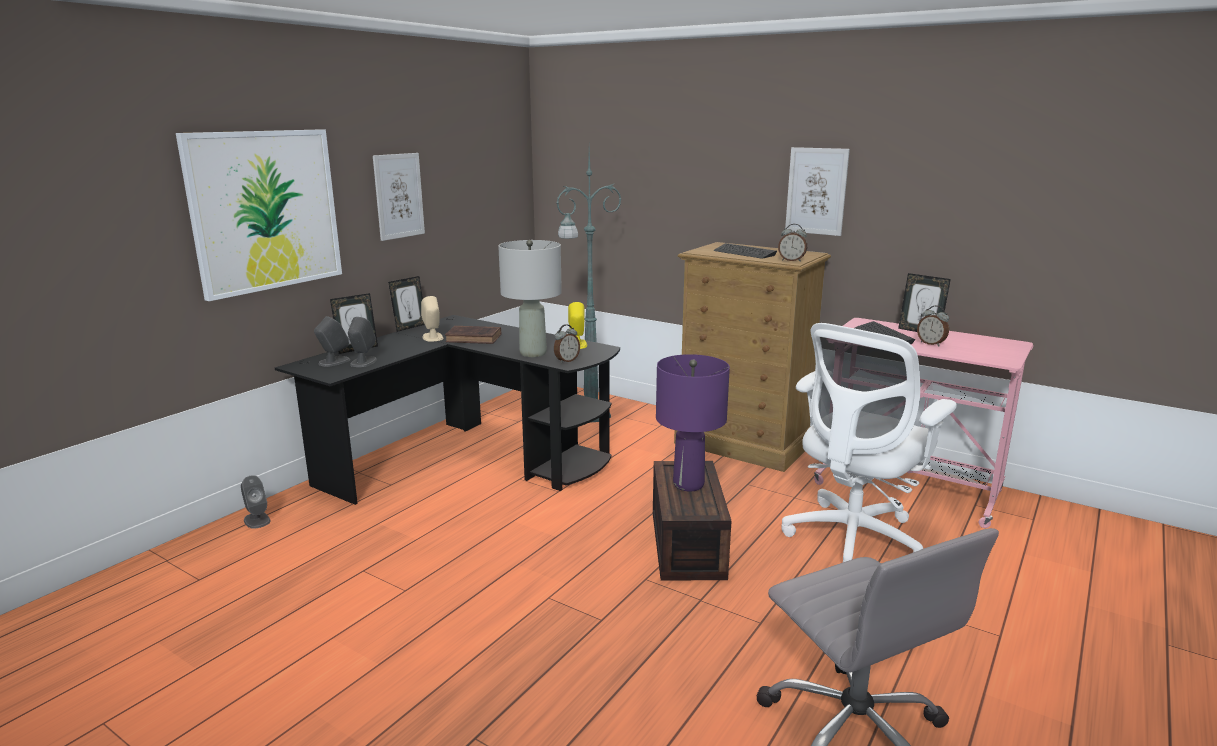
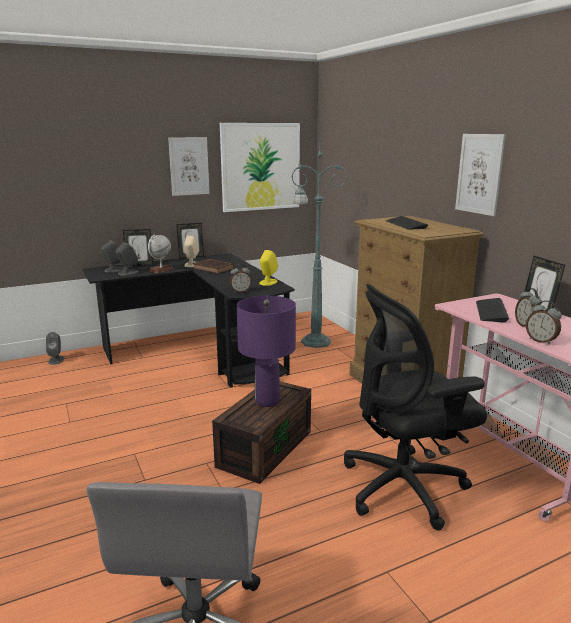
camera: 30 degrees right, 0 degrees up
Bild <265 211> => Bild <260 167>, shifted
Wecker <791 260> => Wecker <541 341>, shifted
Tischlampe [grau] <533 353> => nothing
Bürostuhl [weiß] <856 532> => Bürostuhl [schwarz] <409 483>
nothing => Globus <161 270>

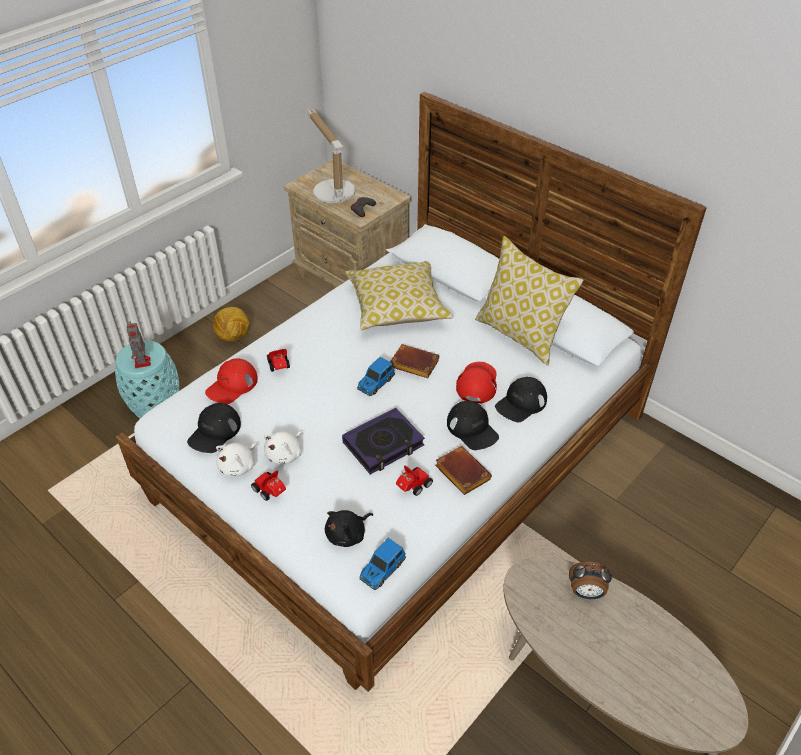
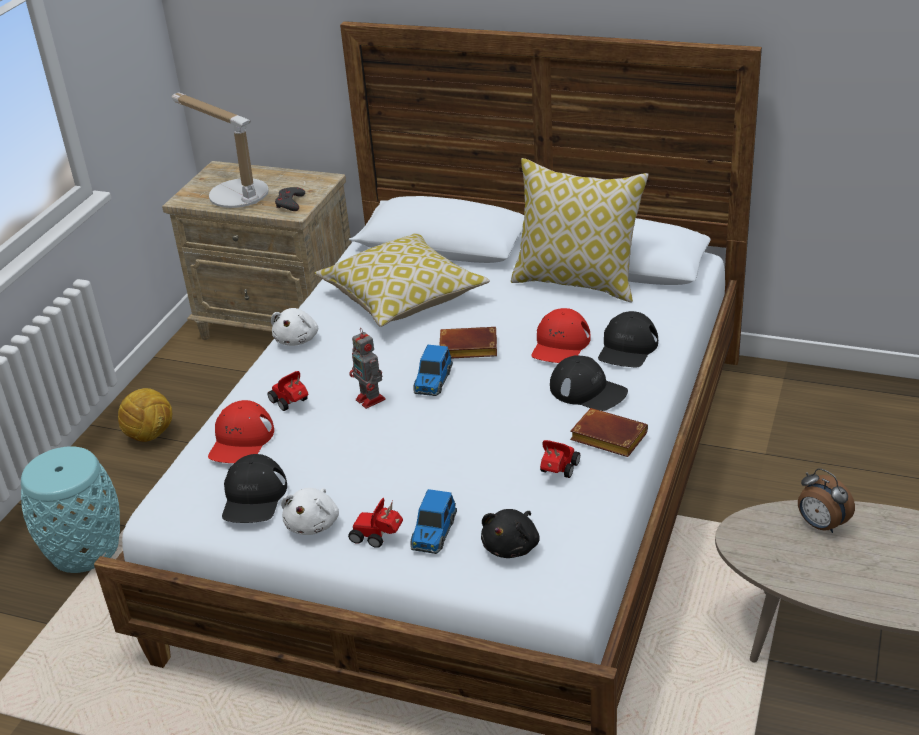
camera: 20 degrees left, 10 degrees down
Spielzeugroboter <142 363> => Spielzeugroboter <371 400>, shifted
Kappe [rot] <477 383> => Kappe [rot] <560 344>, 150 degrees counterclockwise
Buch <383 444> => nothing
Plüschtier [weiß] <285 454> => Plüschtier [weiß] <297 339>, shifted
Spielzeugauto <382 570> => Spielzeugauto <433 533>, shifted
Wecker <586 593> => Wecker <820 525>, 60 degrees clockwise

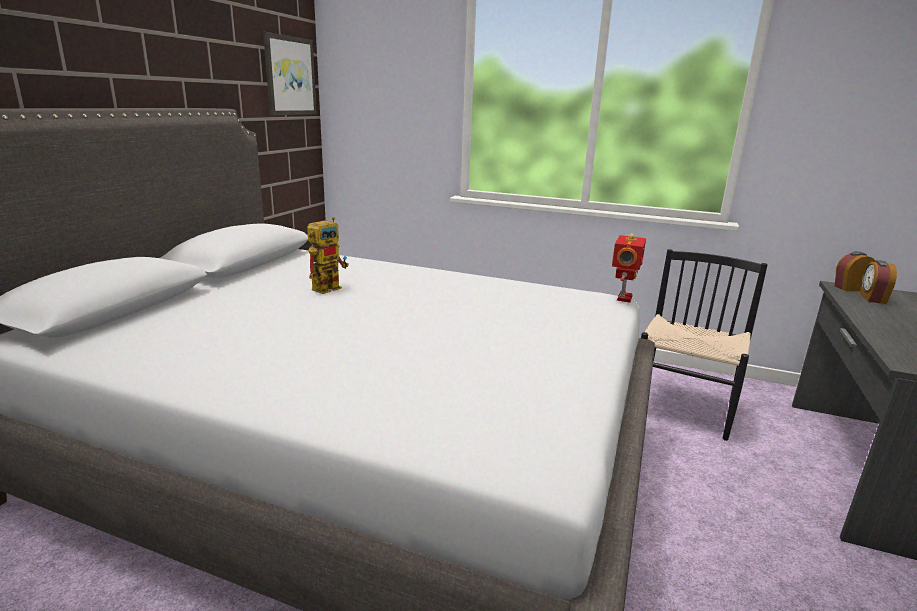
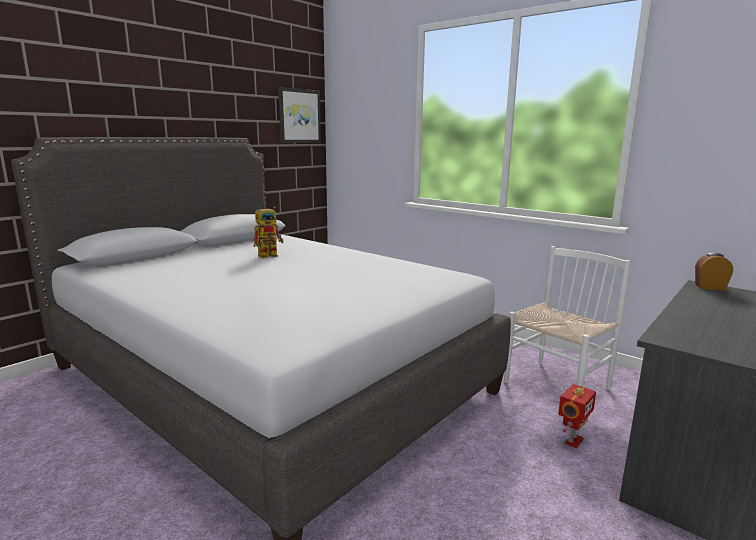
camera: 20 degrees right, 5 degrees down
Spielzeugroboter <622 298> => Spielzeugroboter <572 441>, shifted
Stuhl [schwarz] <683 406> => Stuhl [weiß] <559 384>
Wecker <872 299> => nothing

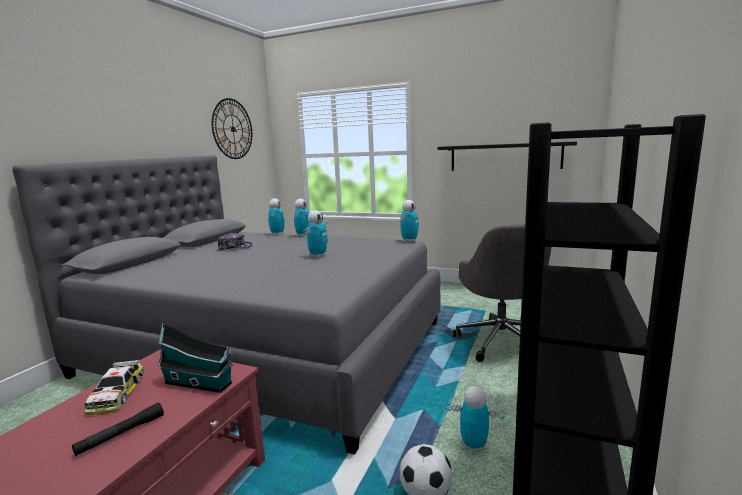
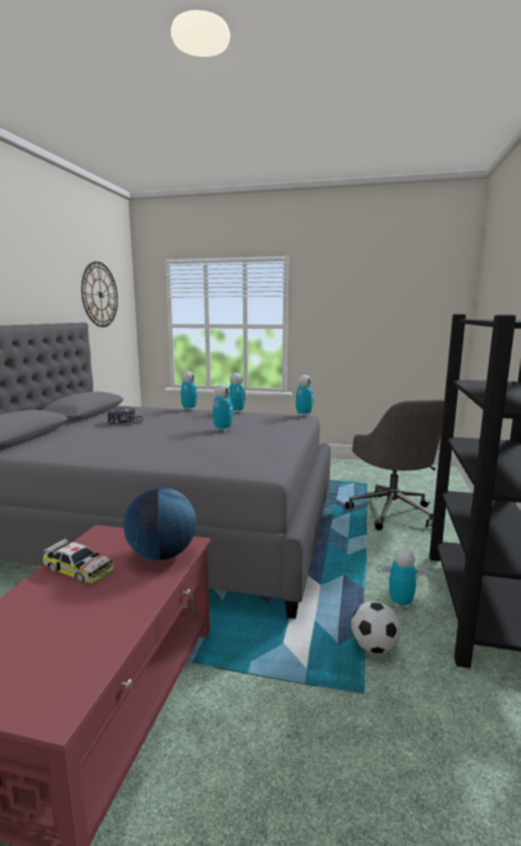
camera: 10 degrees left, 0 degrees up
Wandregal [schwarz] <505 157> => nothing
Spielzeugroboter <277 234> => Spielzeugroboter <236 412>, shifted
Spielzeughaus <200 383> => Globus <162 555>
Spielzeugauto <116 394> => Spielzeugauto <79 569>, 45 degrees counterclockwise
Taschenlampe [schwarz] <121 434> => nothing

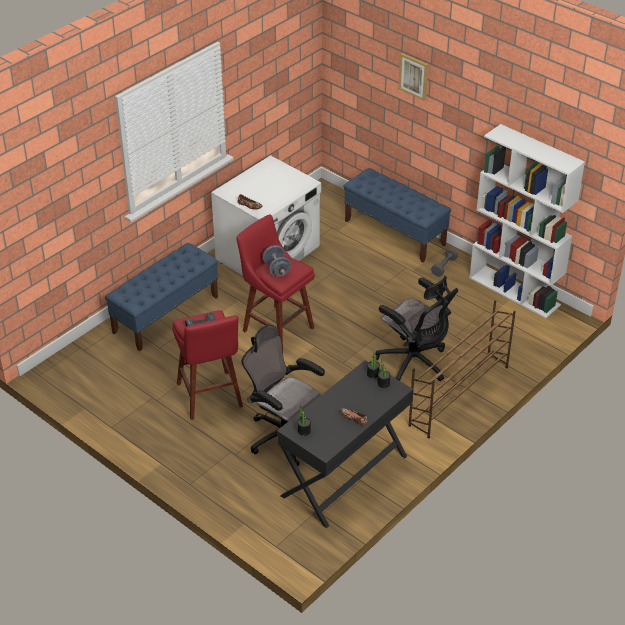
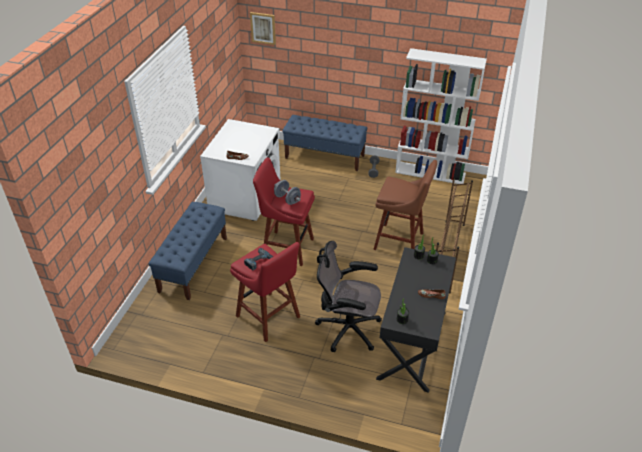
camera: 25 degrees left, 0 degrees up
Bild <414 76> => Bild <263 28>, shifted
Bürostuhl <413 362> => Hocker [braun] <400 242>

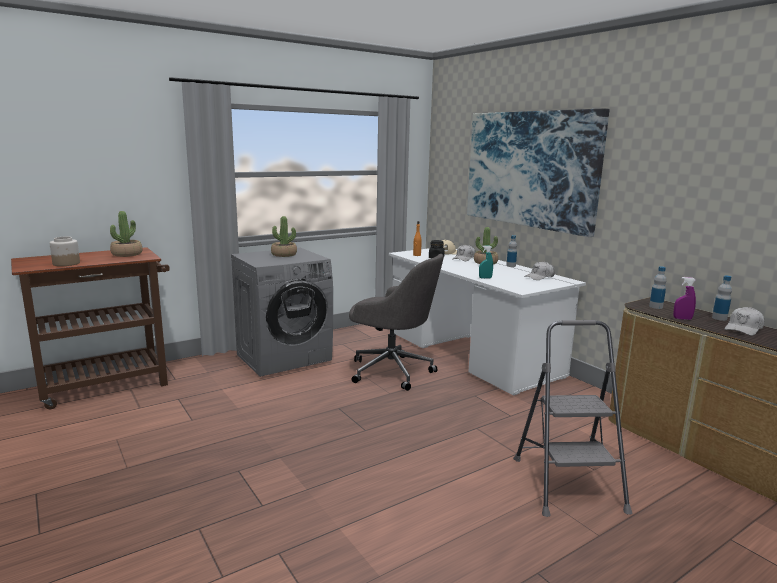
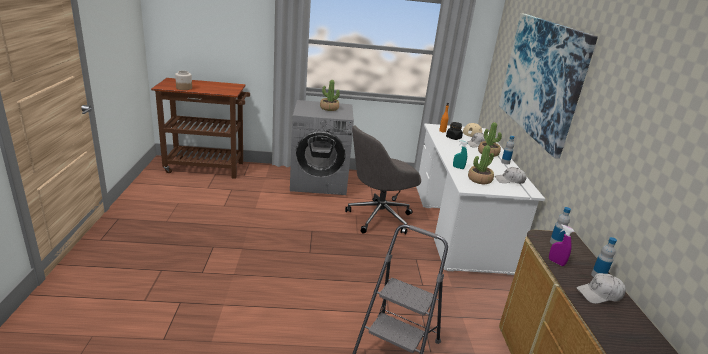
camera: 30 degrees right, 10 degrees up
Topfpflanze <127 254> => Topfpflanze <479 179>, shifted
Bürostuhl [grau] <392 372> => Bürostuhl [grau] <379 218>, 90 degrees clockwise

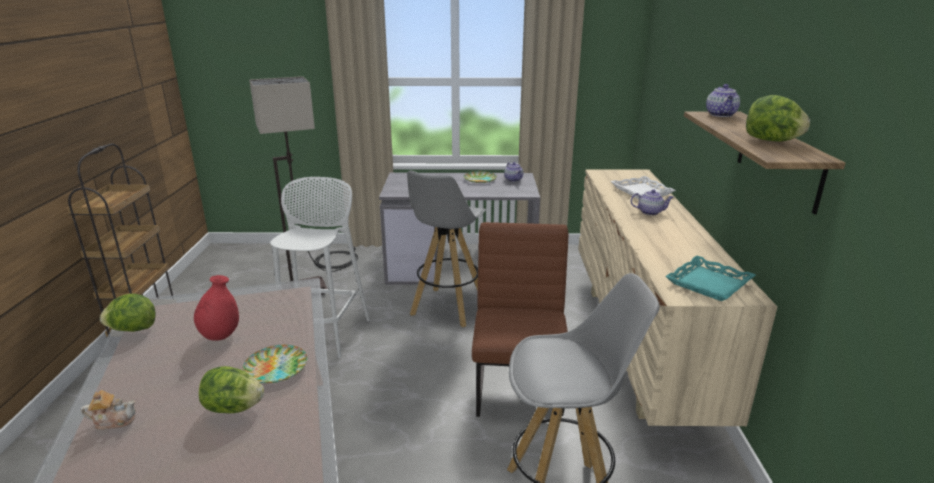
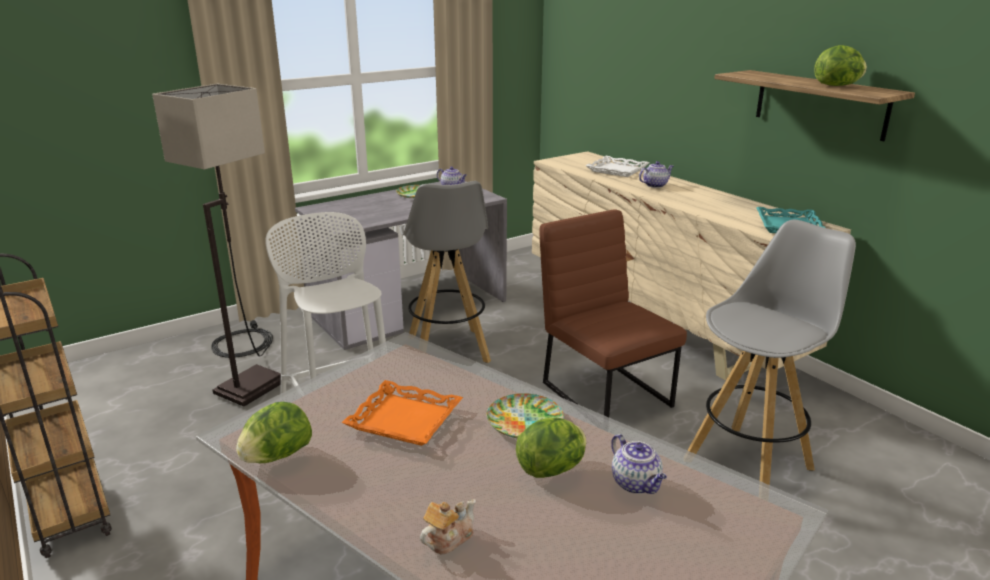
camera: 35 degrees left, 0 degrees up
Teekanne <721 115> => Teekanne <636 484>, shifted
Vase [rot] <220 335> => Tablett [orange] <405 419>

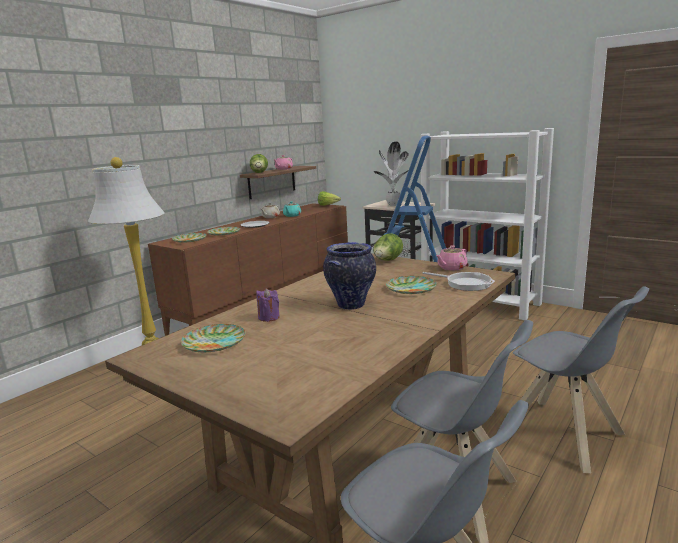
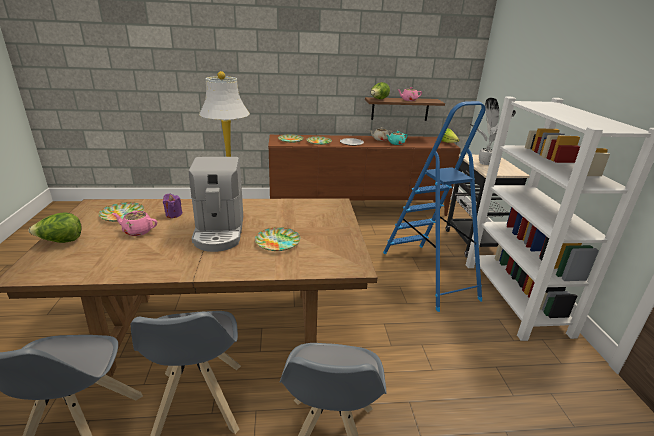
camera: 45 degrees right, 10 degrees up
Salatkopf <387 261> => Salatkopf <61 241>, shifted
Vase <351 305> => Kaffeemaschine <219 232>
Teekanne [rosa] <451 268> => Teekanne [rosa] <137 231>, shifted
Pfanne <465 284> => nothing

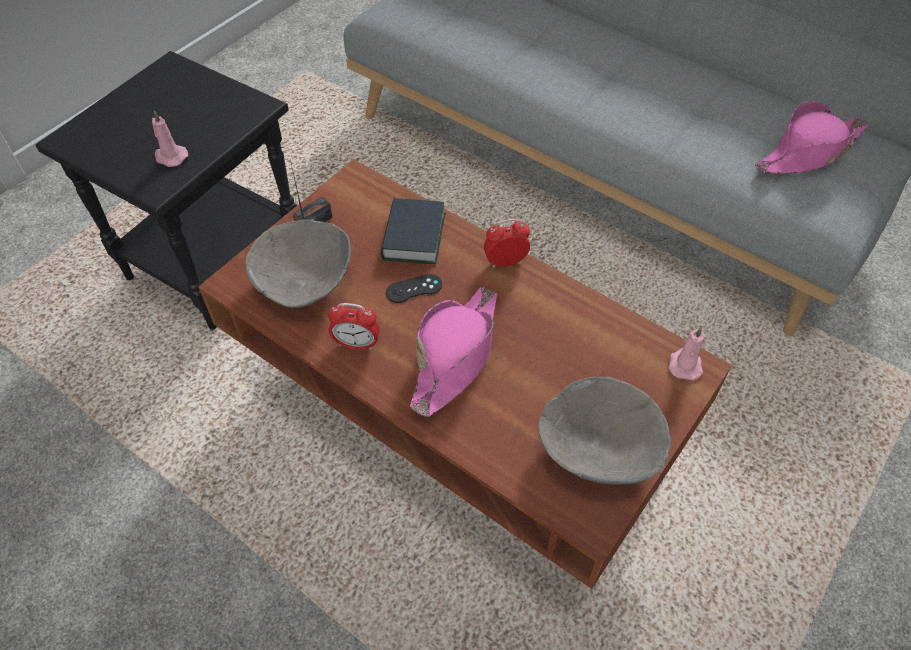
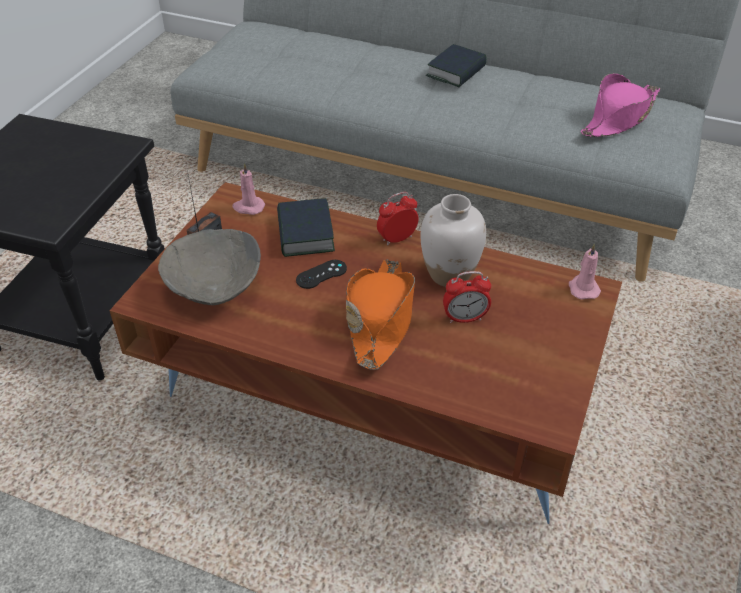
camera: 15 degrees left, 10 degrees down
Kerze [rosa] <170 157> => Kerze [rosa] <248 207>, shifted
Hut [rosa] <456 355> => Hut [orange] <380 319>
Wecker <357 344> => Wecker <465 318>, shifted
Schüssel [grau] <598 450> => nothing
nothing => Buch <456 71>
nothing => Vase [weiß] <449 274>

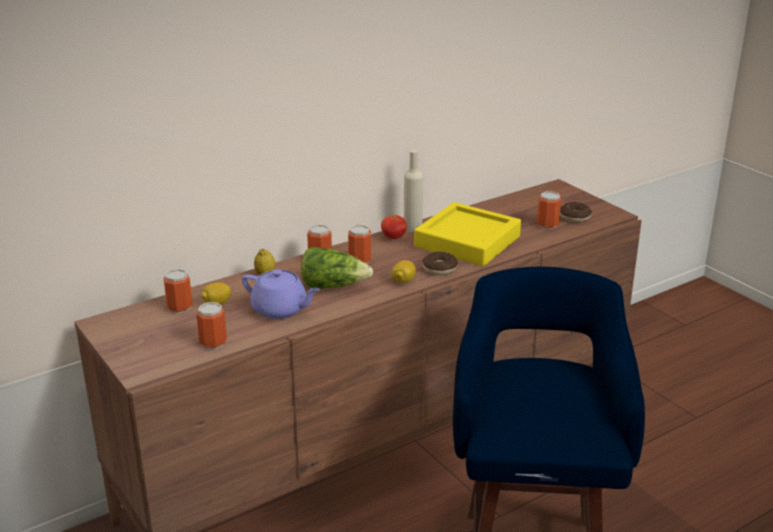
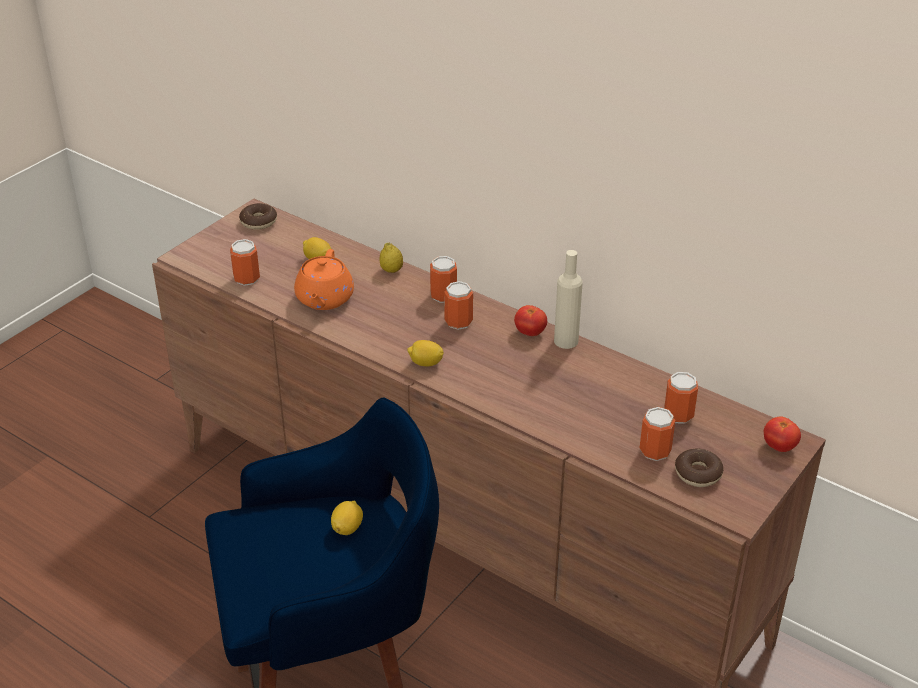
camera: 70 degrees right, 10 degrees up
Tablett [gelb] <467 241> => nothing
Salatkopf <333 286> => nothing
Donut <439 268> => Donut <258 222>, shifted
Dose <179 307> => Dose <678 415>, shifted
Teekanne [lila] <281 310> => Teekanne [orange] <324 299>
nothing => Tomate <779 446>
nothing => Zitrone <347 528>

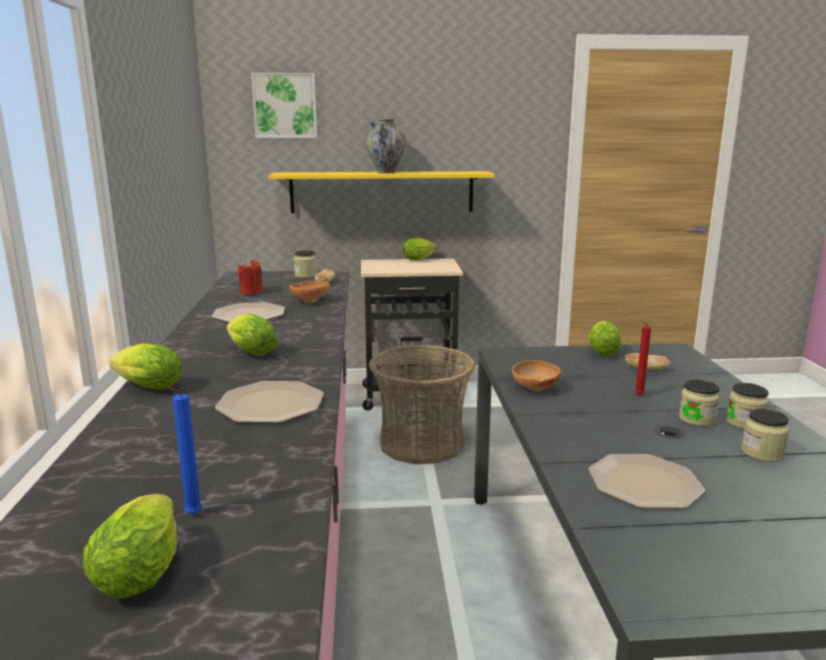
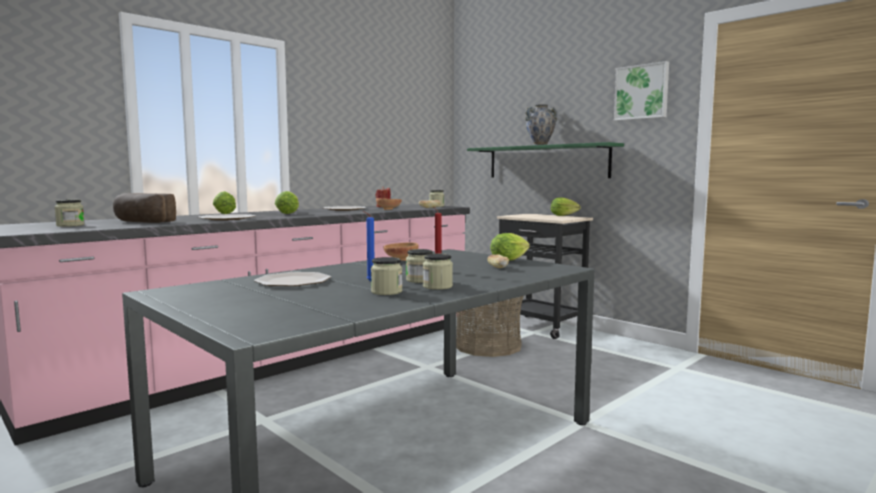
camera: 50 degrees right, 10 degrees down
Bild <285 105> => Bild <642 92>, shifted
Wandregal [gelb] <382 192> => Wandregal [grün] <546 162>
Kerze [blau] <191 516> => Kerze [blau] <369 281>, shifted
Salatkopf <144 570> => Vorratsglas <70 225>
nothing => Brot <142 222>

